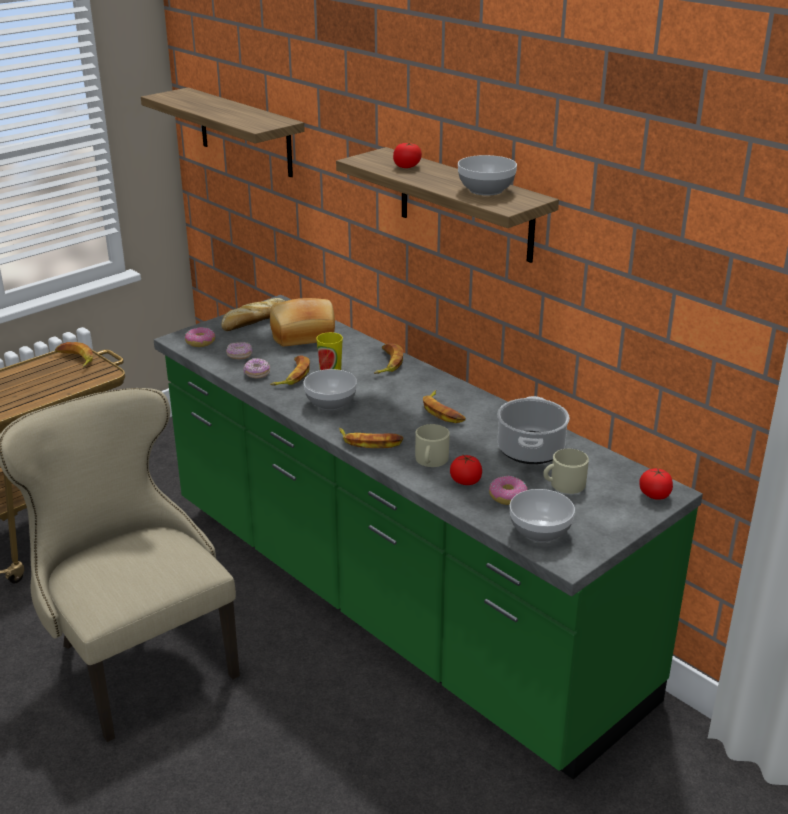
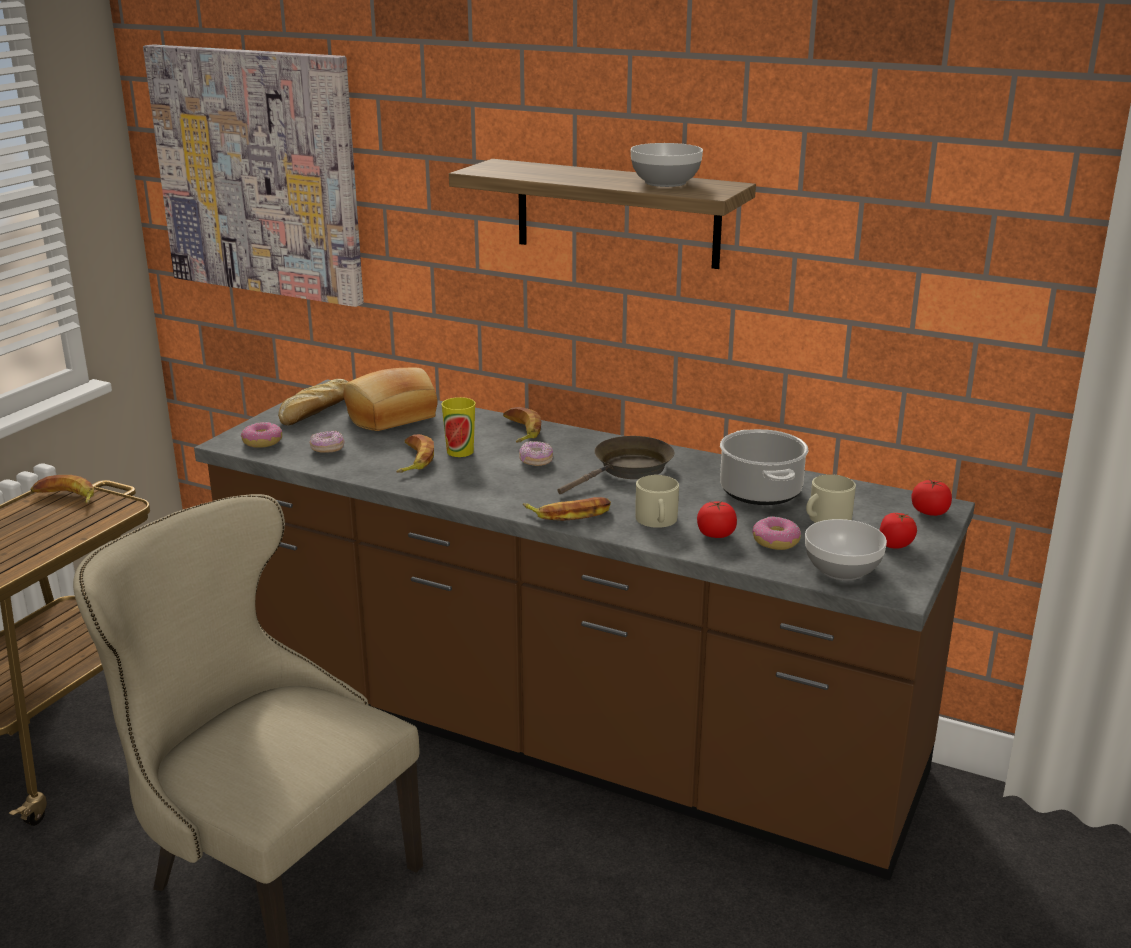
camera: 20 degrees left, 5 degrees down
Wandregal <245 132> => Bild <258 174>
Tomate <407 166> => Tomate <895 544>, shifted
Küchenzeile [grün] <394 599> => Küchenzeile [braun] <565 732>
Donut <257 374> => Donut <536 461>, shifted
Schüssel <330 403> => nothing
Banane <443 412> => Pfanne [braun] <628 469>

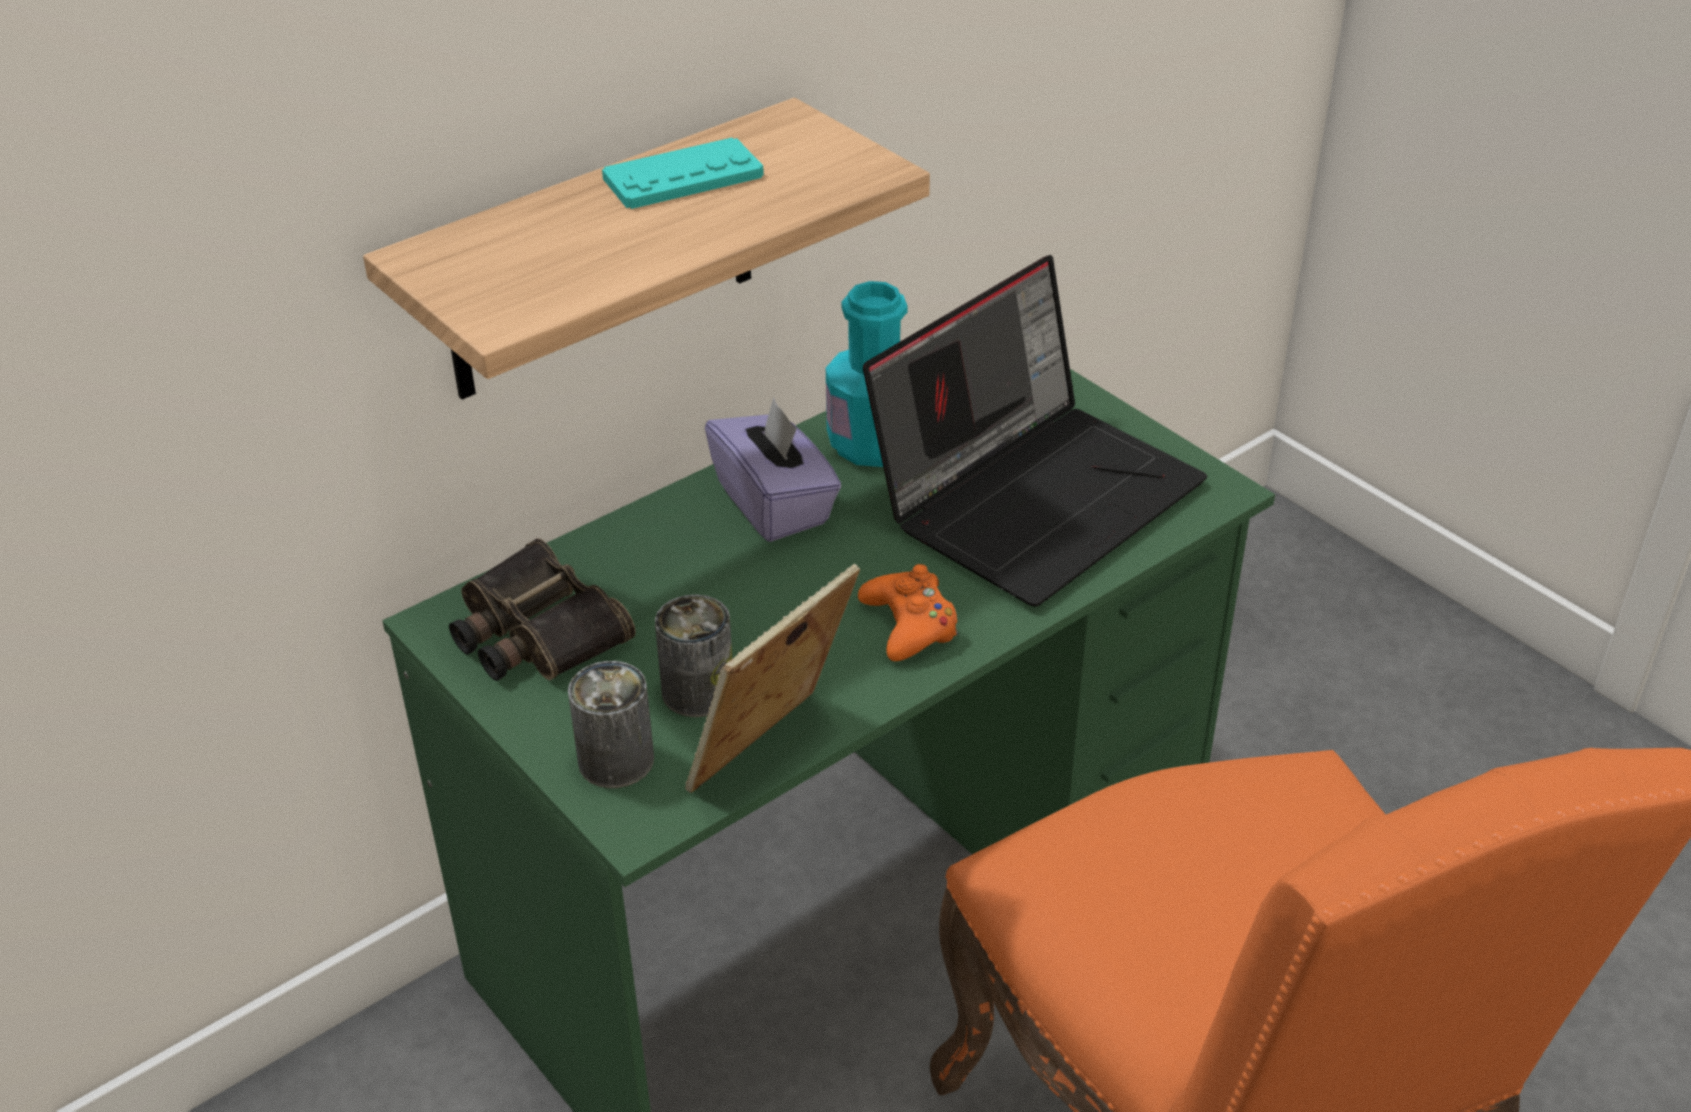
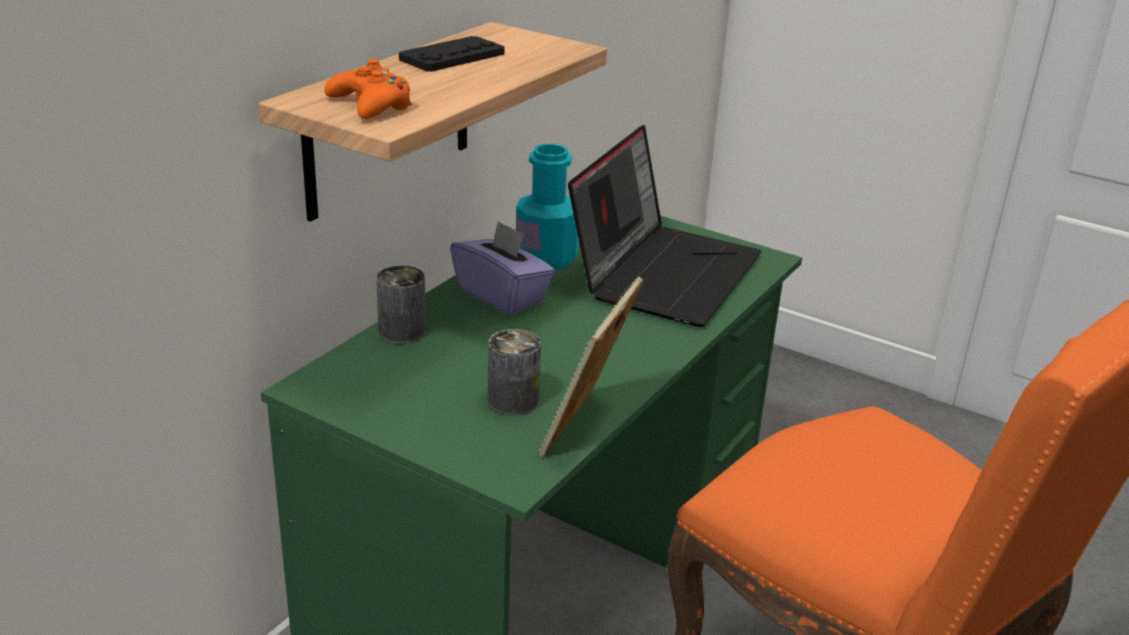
camera: 20 degrees left, 10 degrees down
Gamepad [türkis] <683 177> => Gamepad [schwarz] <452 56>
Fernglas <534 632> => nothing
Gamepad [orange] <910 625> => Gamepad [orange] <371 105>, shifted
Dose <616 760> => Dose <402 332>, shifted

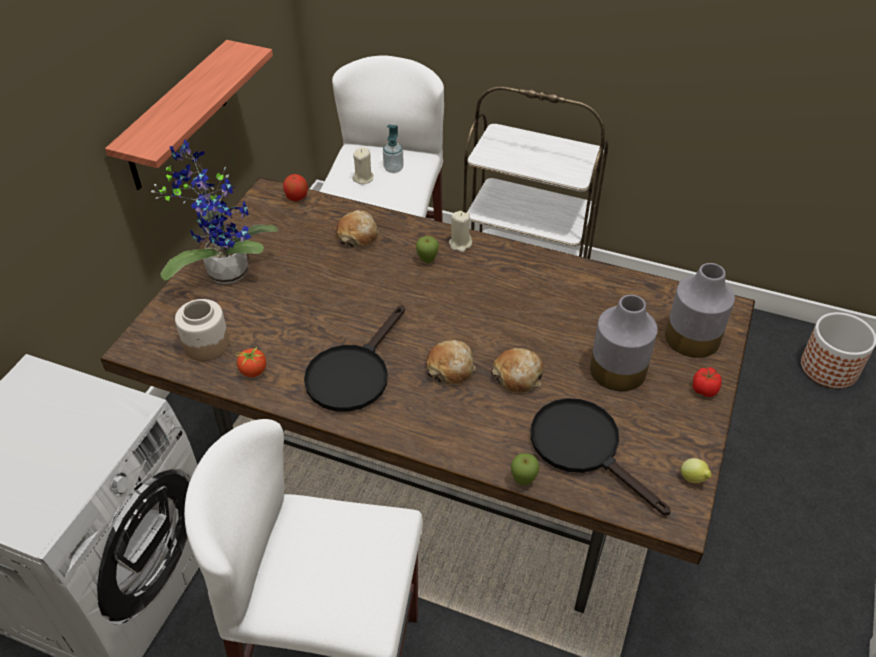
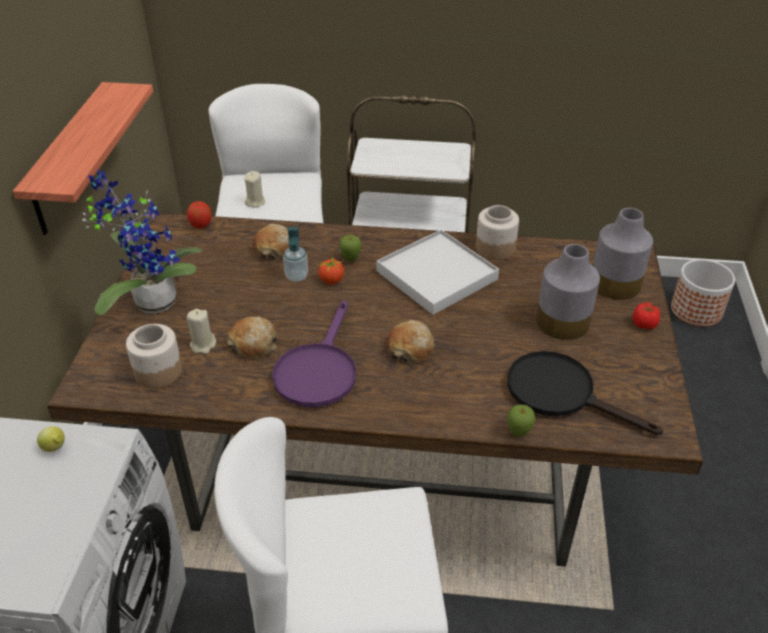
camera: 15 degrees left, 5 degrees down
Seifenspender <393 169> => Seifenspender <296 276>, shifted
Kerze [beige] <460 244> => Kerze [beige] <203 345>, shifted
Pfanne [schwarz] <353 373> => Pfanne [lila] <318 370>
Tomate <254 371> => Tomate <332 280>, shifted
Brot <517 376> => Brot <253 344>, shifted
Zitrone <693 479> => Zitrone <55 448>, shifted
nothing => Vorratsglas <494 248>
nothing => Tablett [weiß] <436 275>

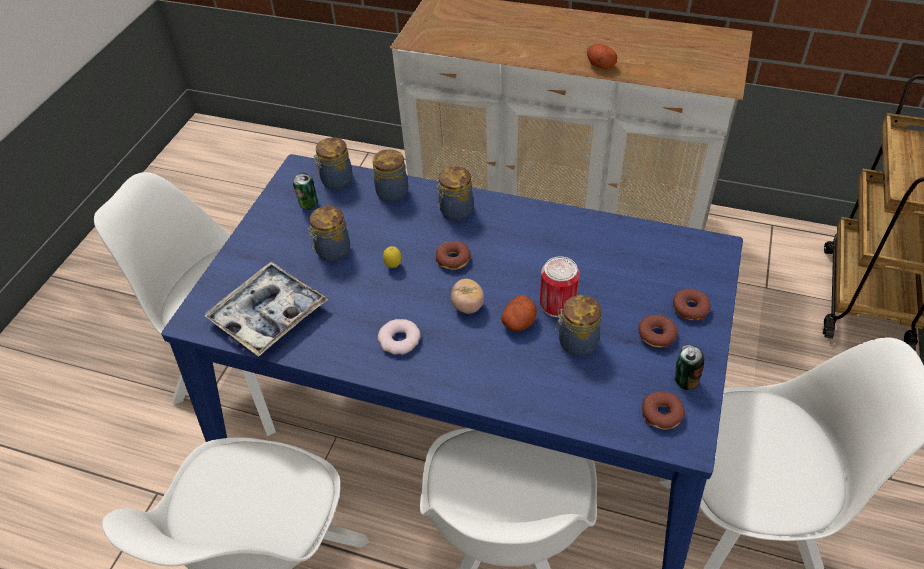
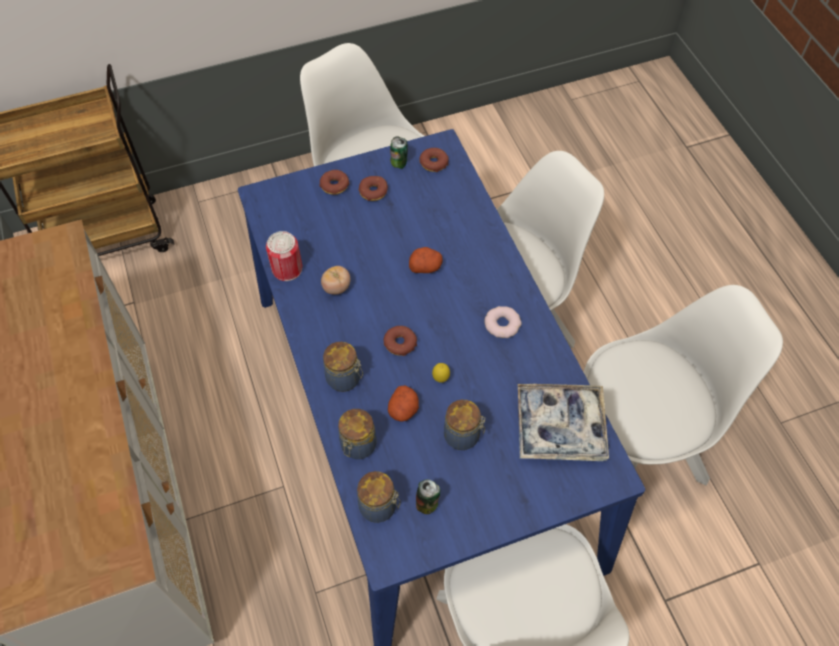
camera: 130 degrees left, 10 degrees up
Kartoffel <599 64> => Kartoffel <403 409>, shifted
Dose <557 304> => Dose <287 269>, shifted
Tomate <468 306> => Tomate <336 287>, shifted
Vorratsglas <576 342> => nothing

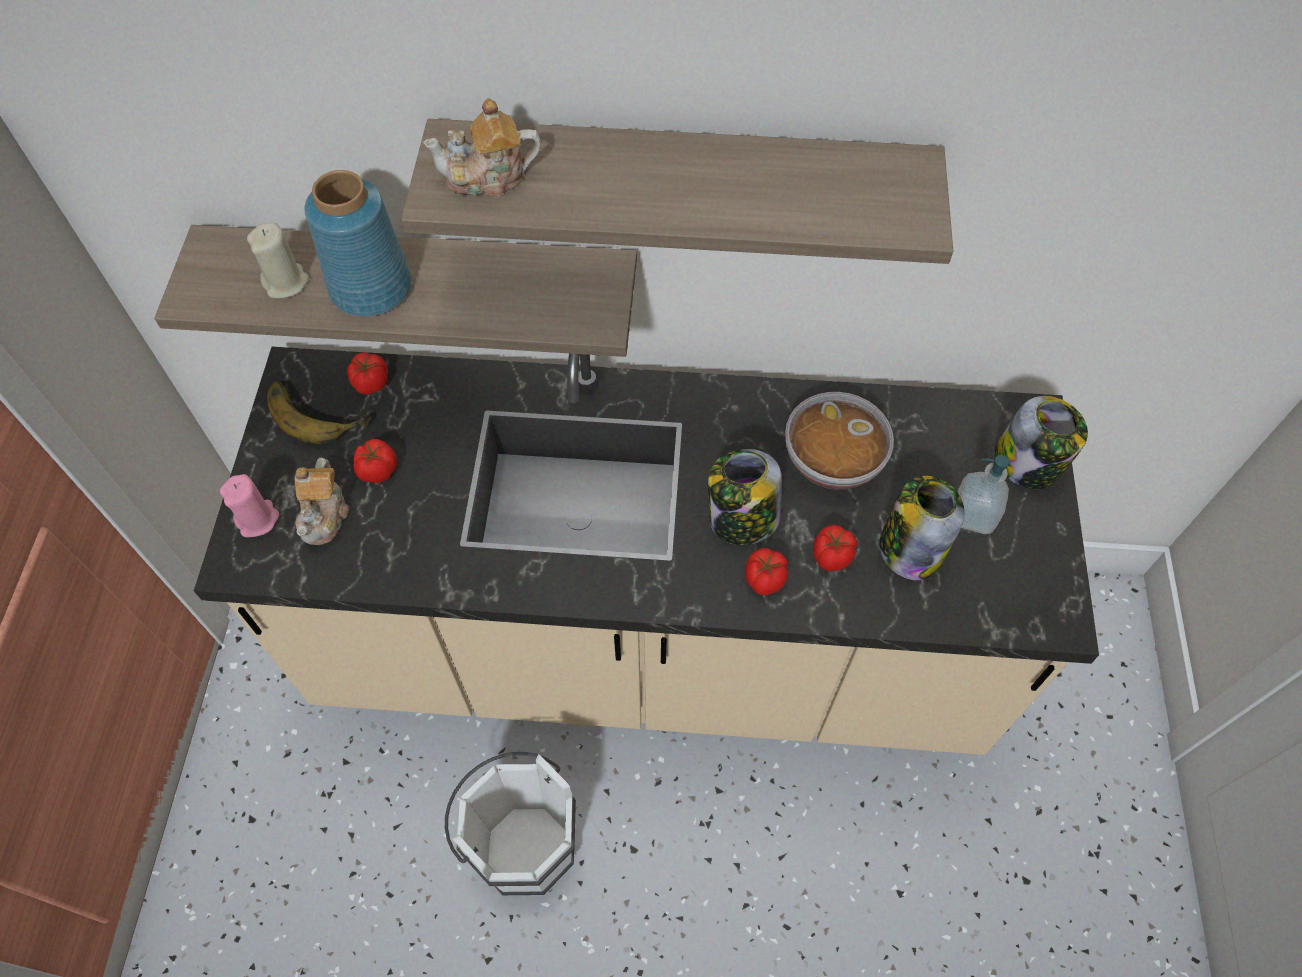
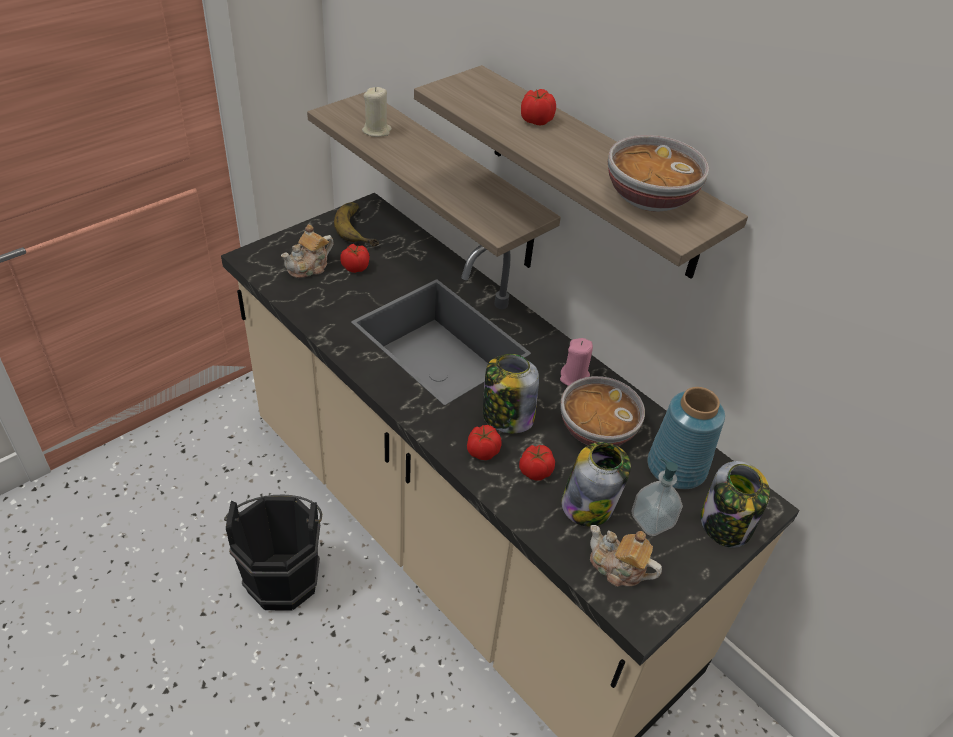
camera: 40 degrees right, 15 degrees down
Teekanne <488 178> => Teekanne <618 568>, shifted
Vase [blau] <372 287> => Vase [blau] <677 467>, shifted
Tomate <371 383> => Tomate <535 120>, shifted
Kerze [rosa] <258 519> => Kerze [rosa] <575 378>, shifted
Eimer [weiß] <522 842> => Eimer [schwarz] <284 575>
nothing => Schüssel <648 197>

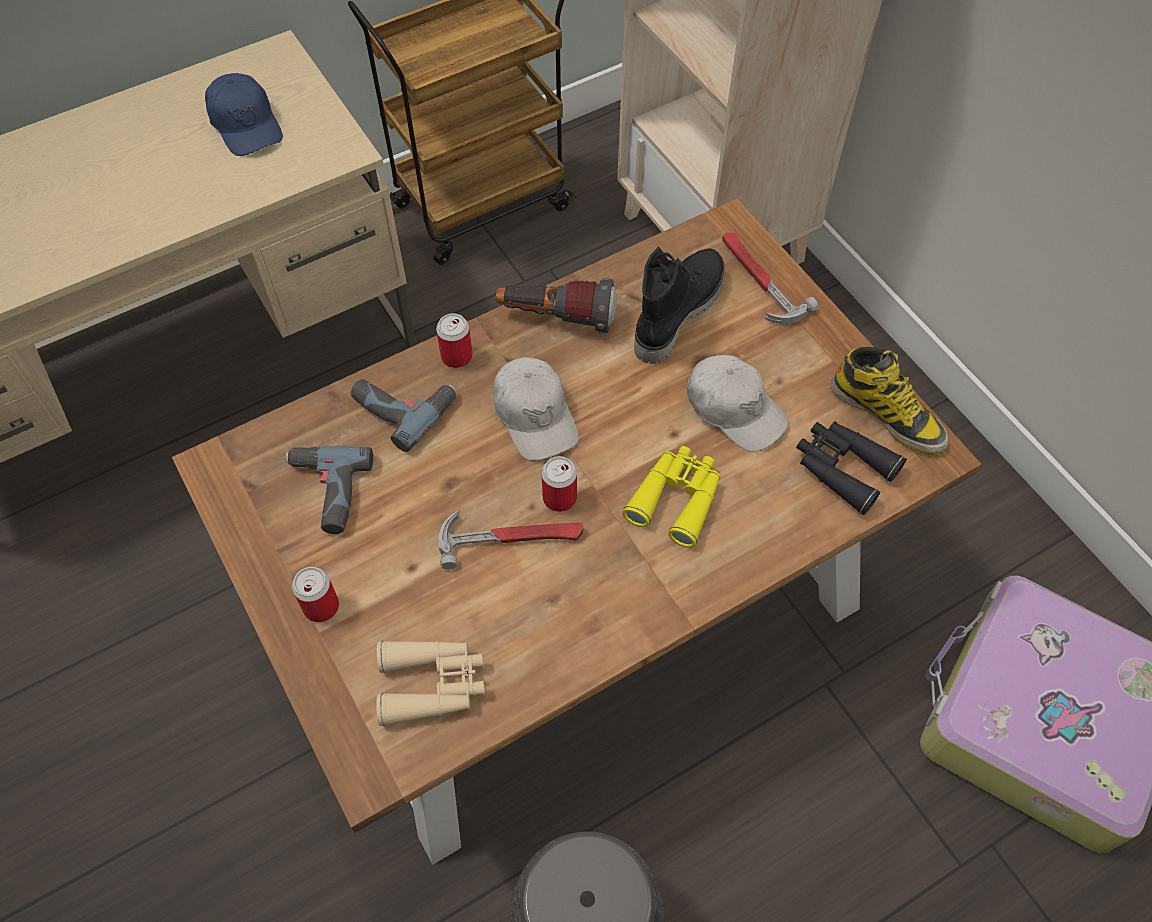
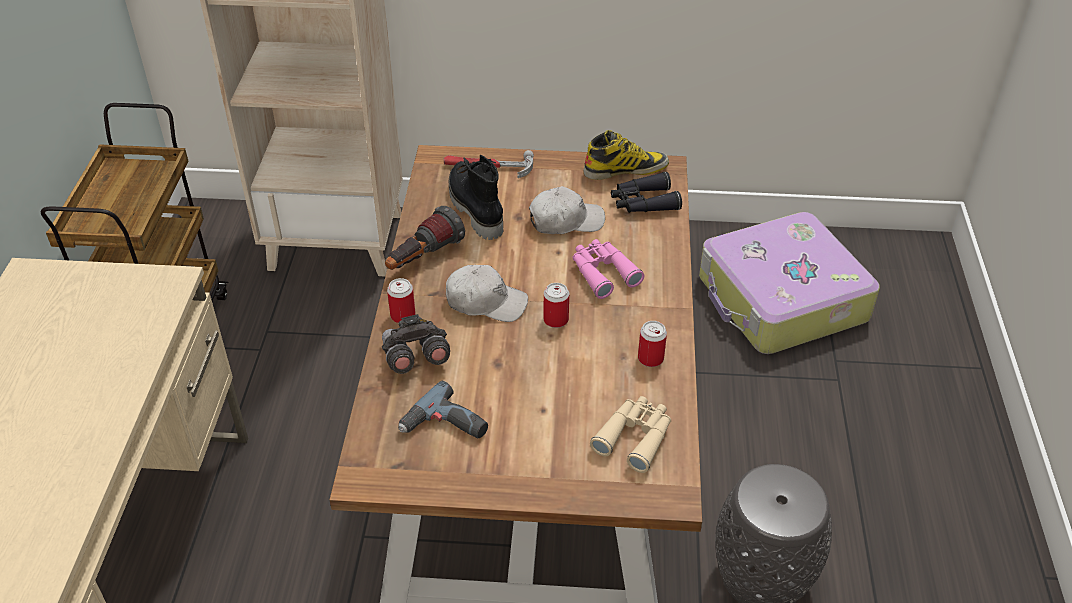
camera: 55 degrees left, 15 degrees down
Kappe [blau] <246 124> => nothing
Bohrmaschine <403 406> => Fernglas [grau] <415 358>
Fernglas [gelb] <677 498> => Fernglas [rosa] <603 273>
Hammer <511 537> => nothing
Dose <321 606> => Dose <650 358>, shifted

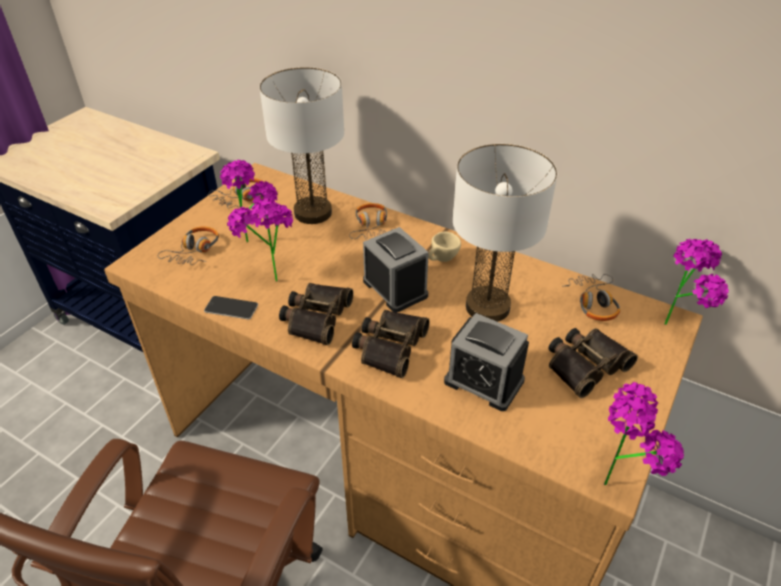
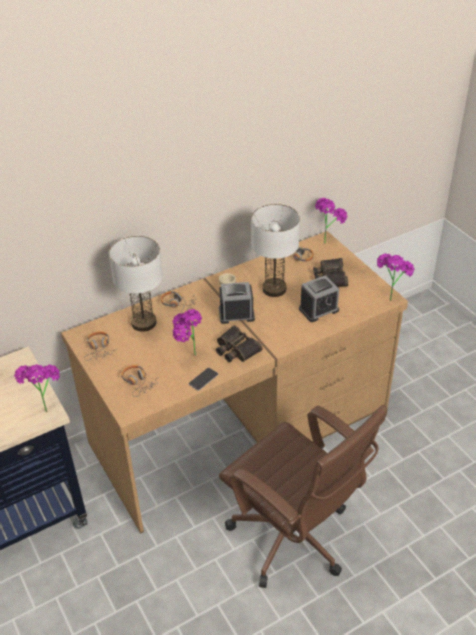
camera: 60 degrees left, 0 degrees up
Topfpflanze <255 236> => Topfpflanze <44 406>, shifted
Fernglas <389 346> => nothing

